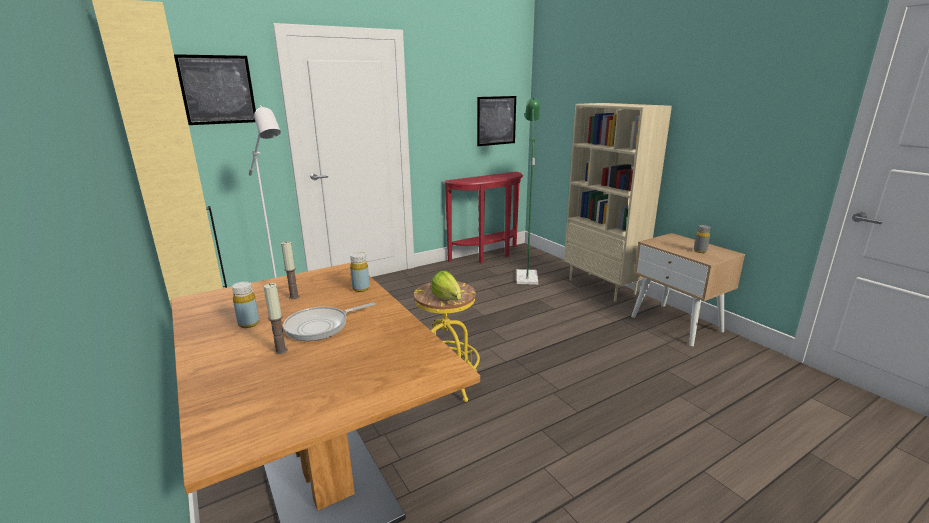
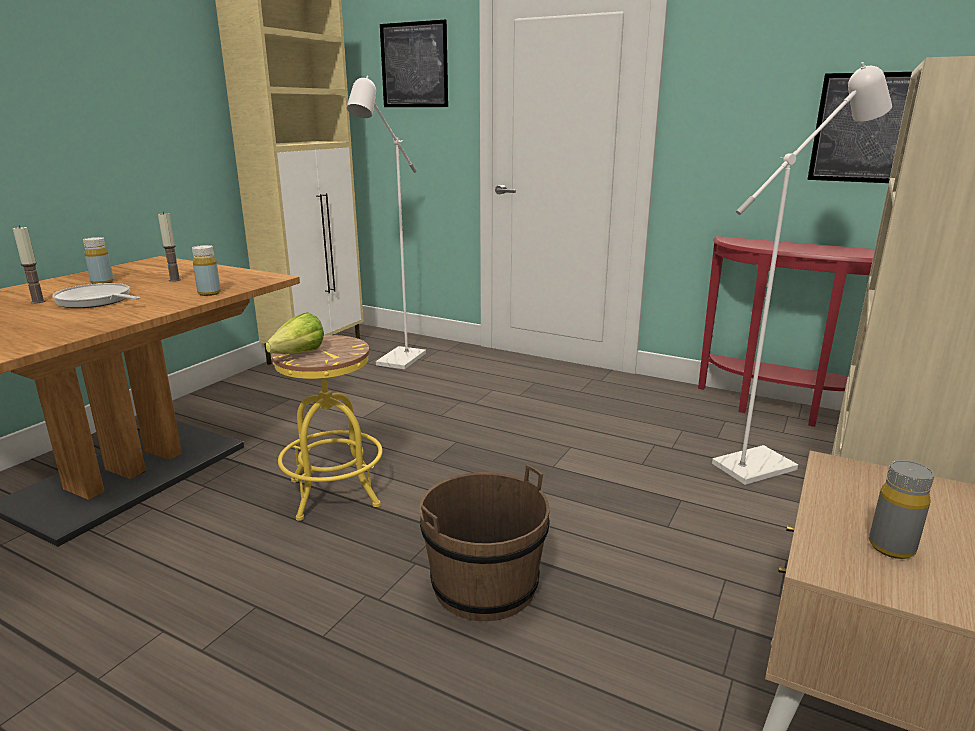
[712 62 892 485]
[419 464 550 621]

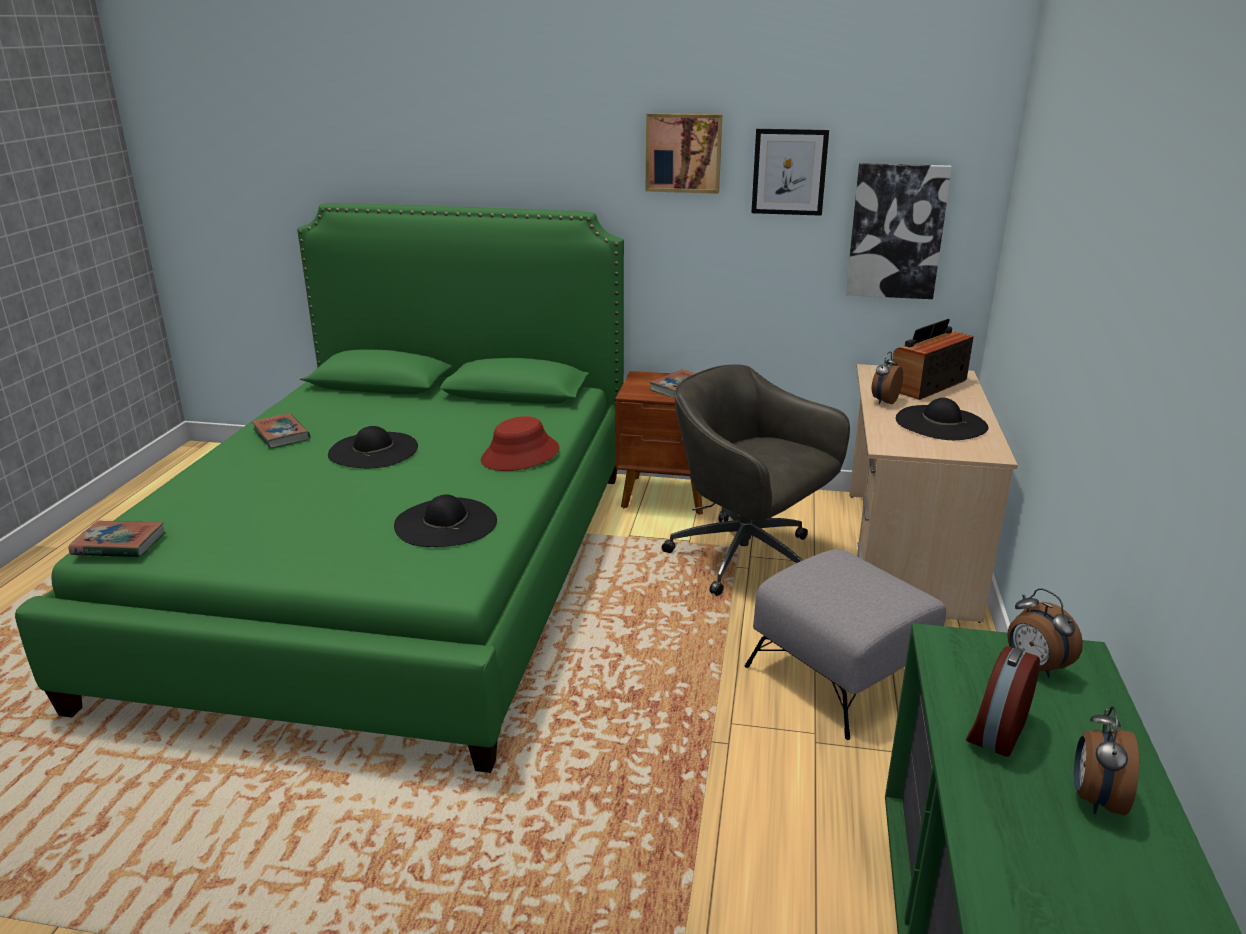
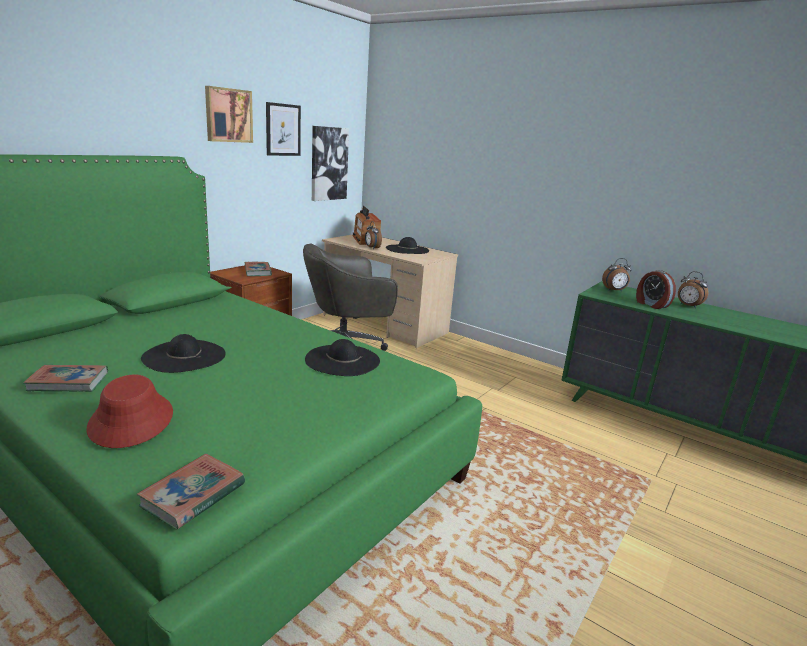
[86 375 173 448]
[745 549 946 740] (first image)

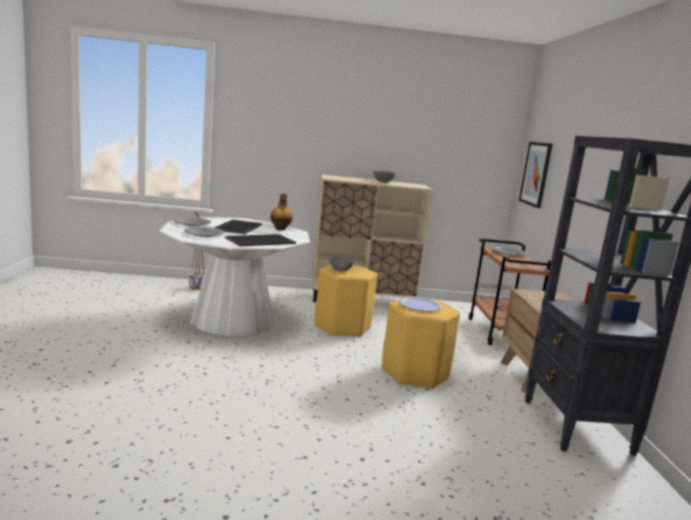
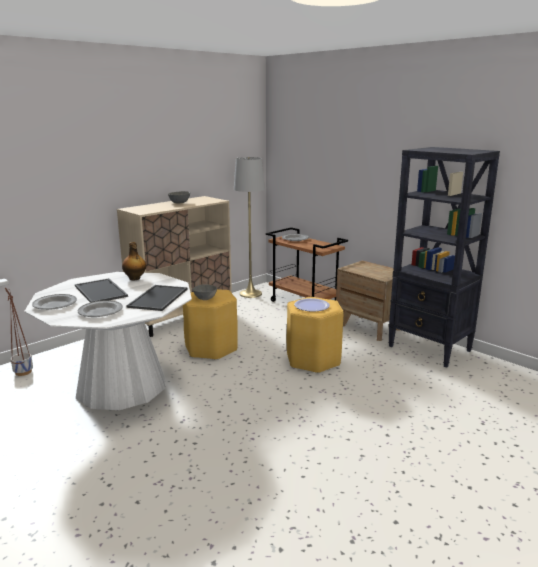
[519 142 553 208] (first image)
[234 157 265 298]

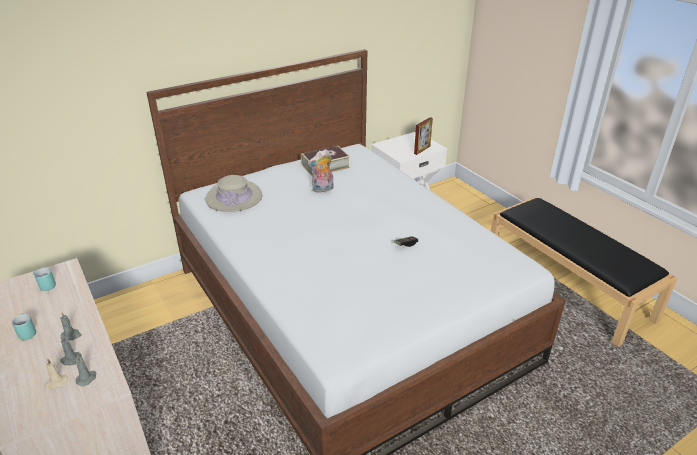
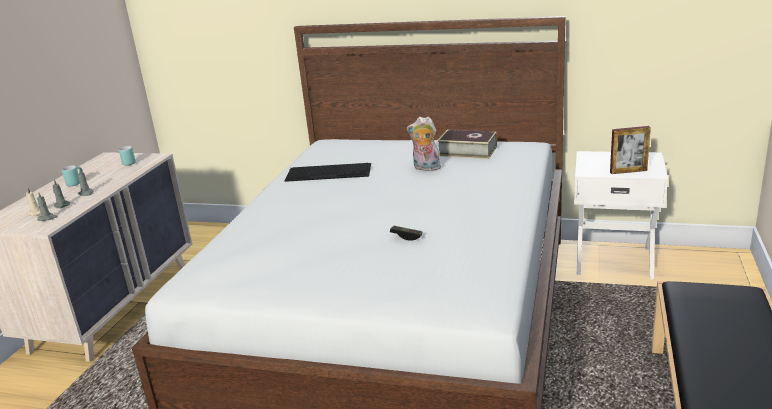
[205 175 262 212] (first image)
[285 163 371 182]

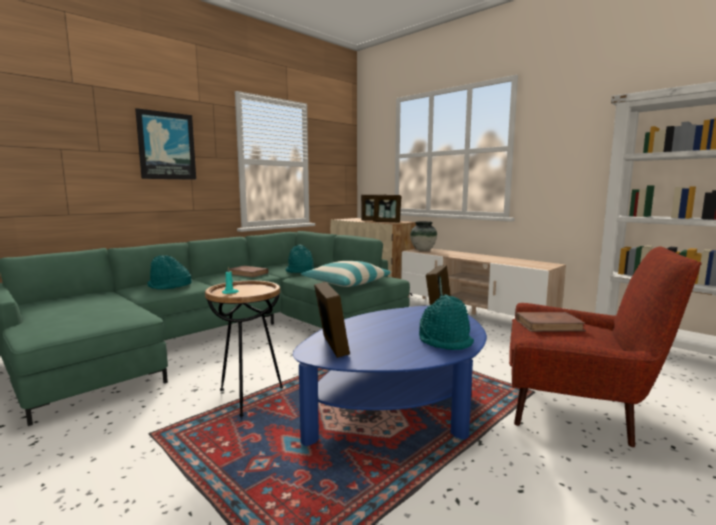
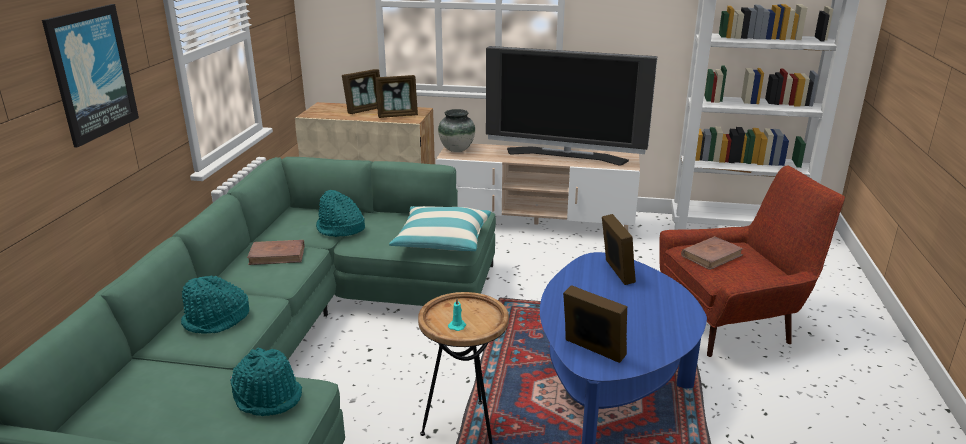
[230 348 302 416]
[486 46 657 166]

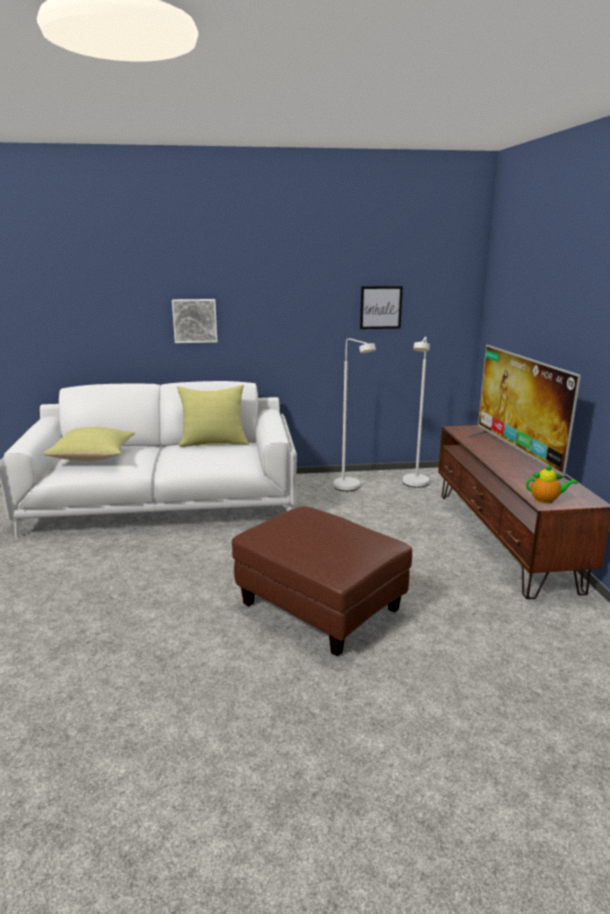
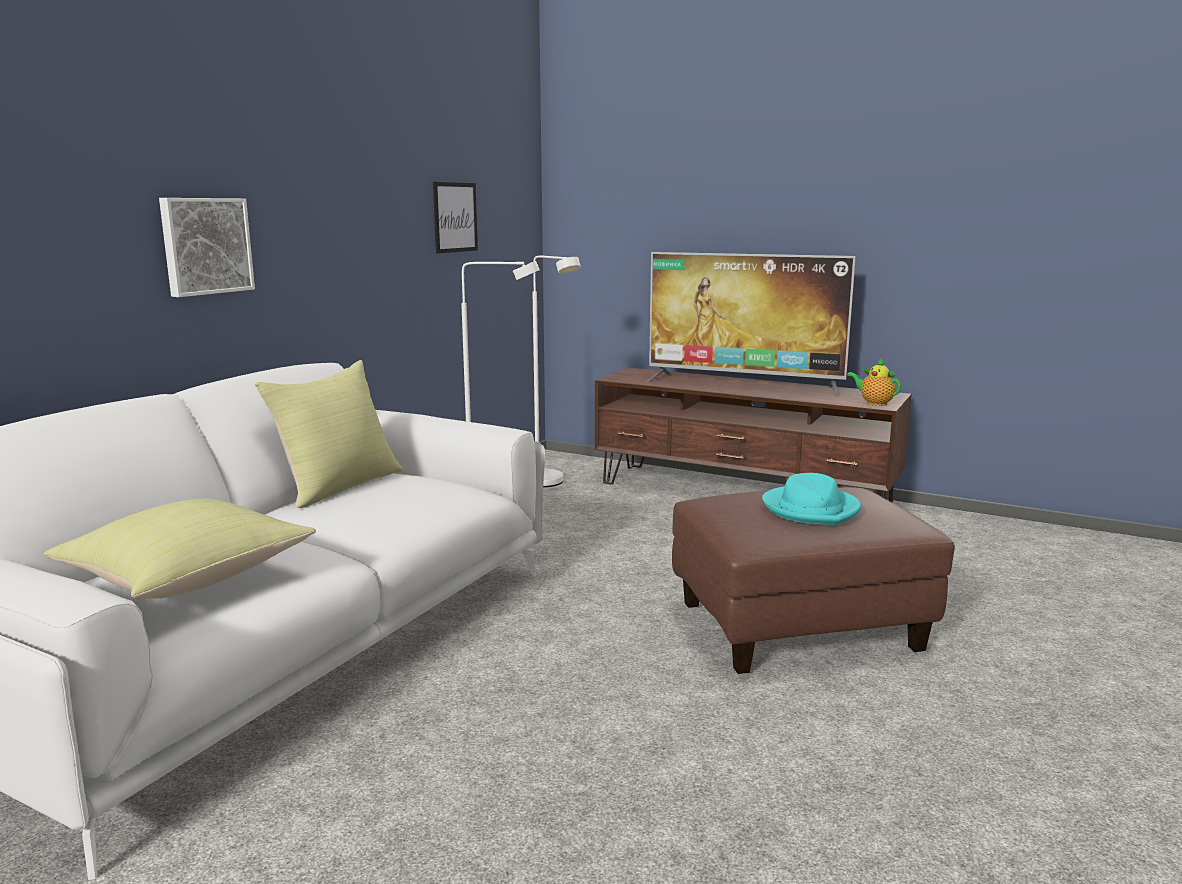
[847 358 901 406]
[762 473 861 525]

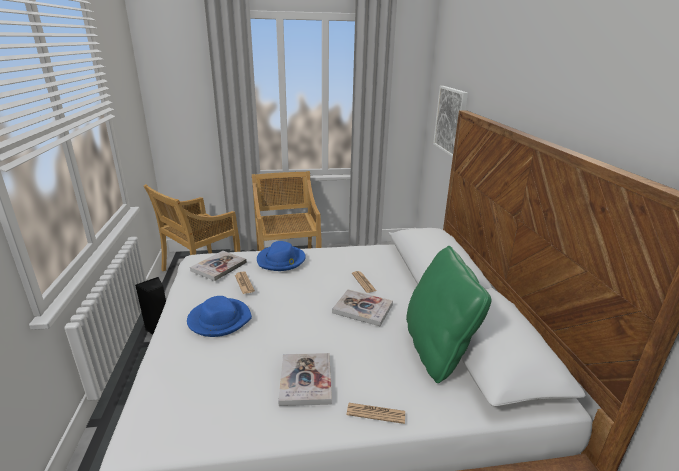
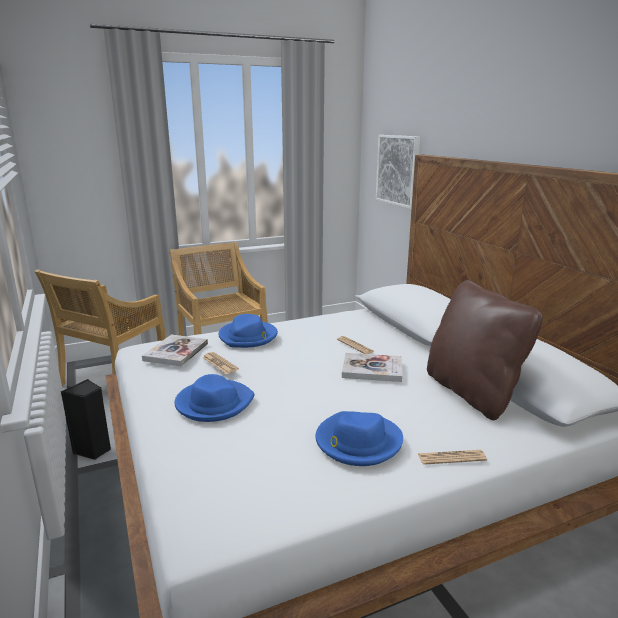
[427 280 543 420]
[316 411 403 466]

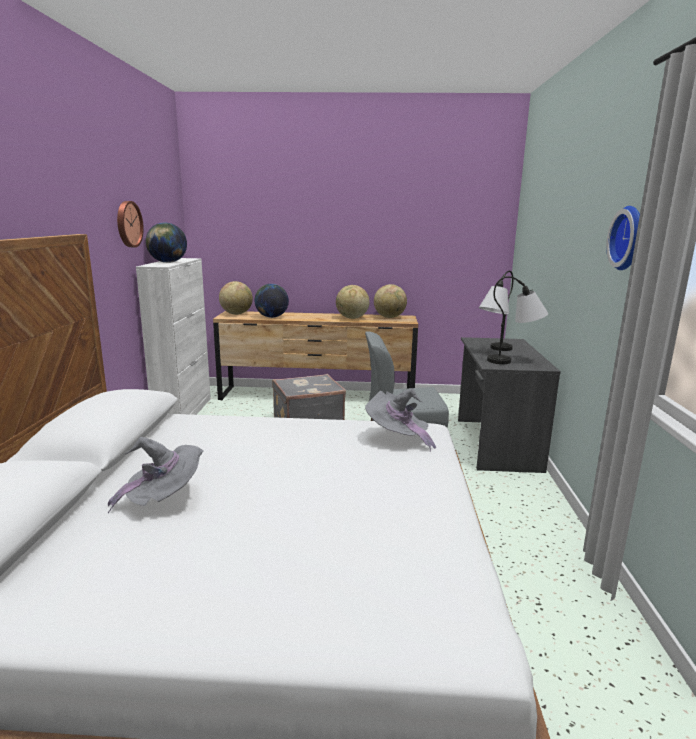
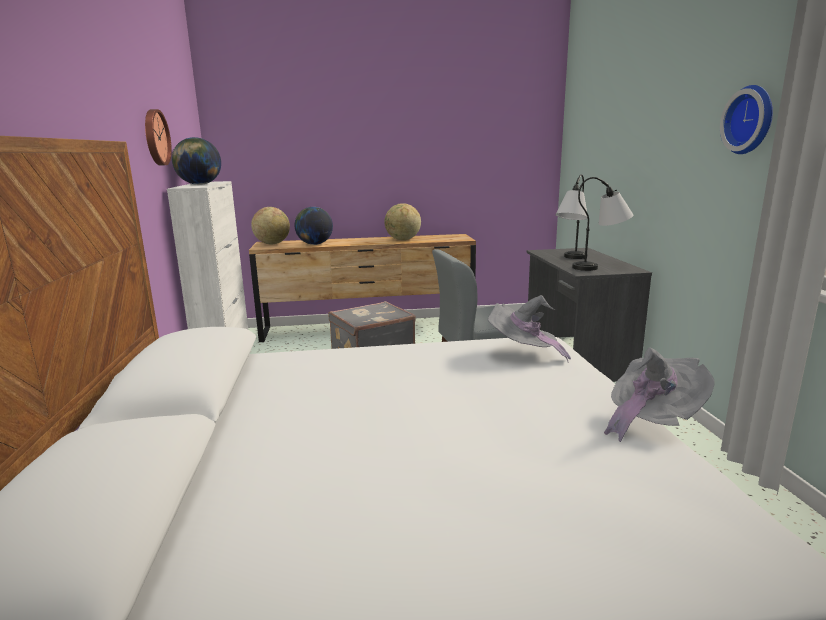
[374 284 407 318] (first image)
[604 348 715 442]

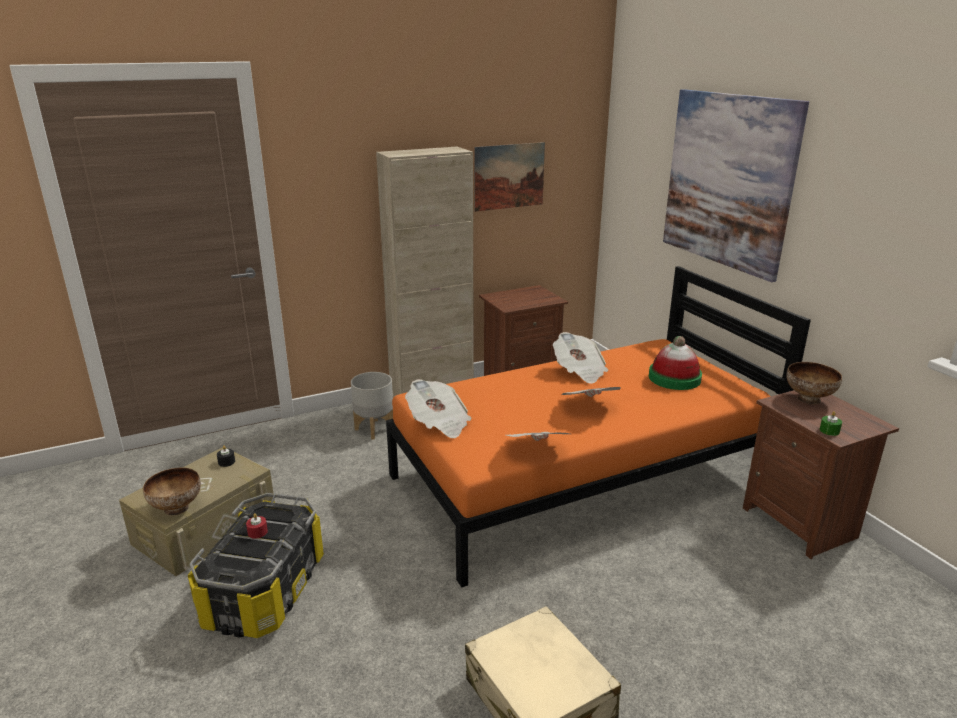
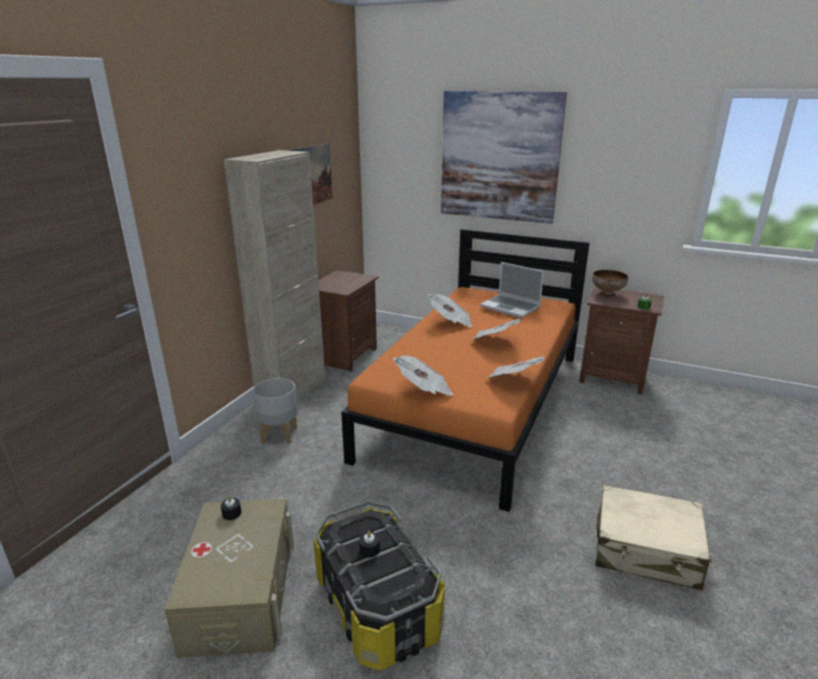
[480 262 544 318]
[143 467 201 516] (first image)
[359 531 380 558]

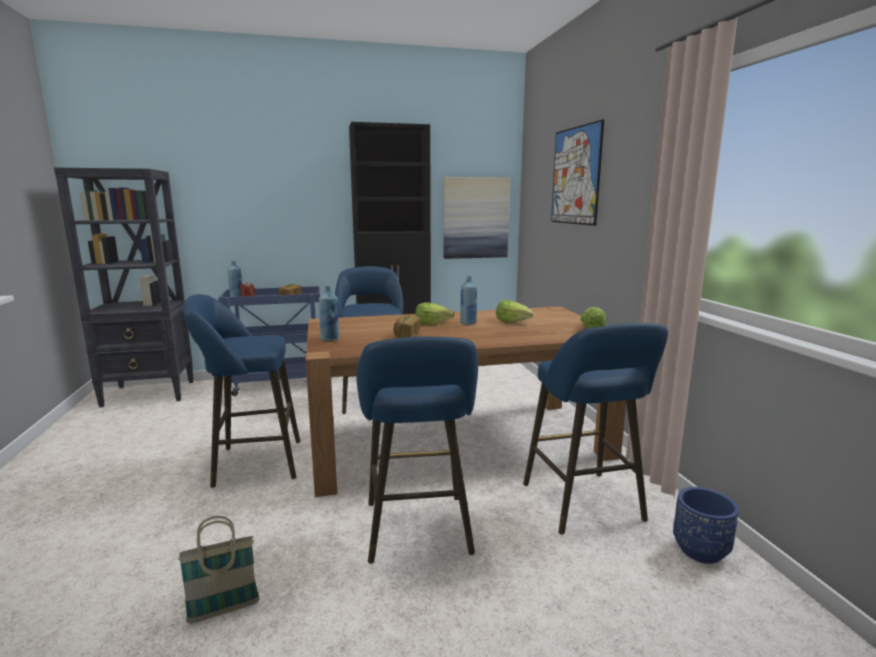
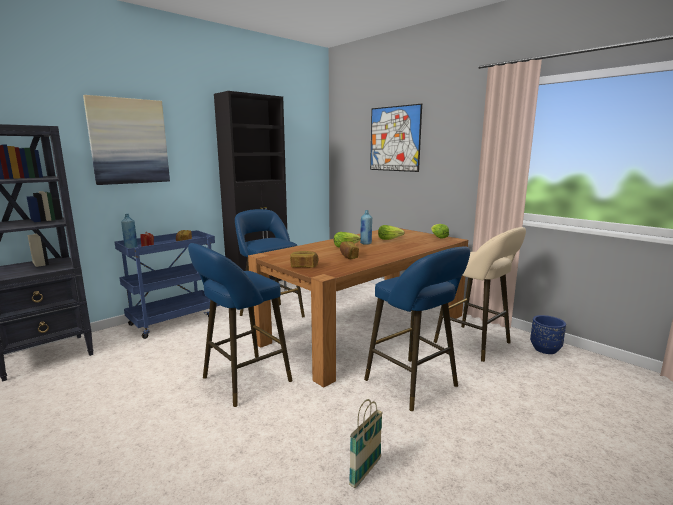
[83 95 170 185]
[290 251 319 268]
[434 227 526 362]

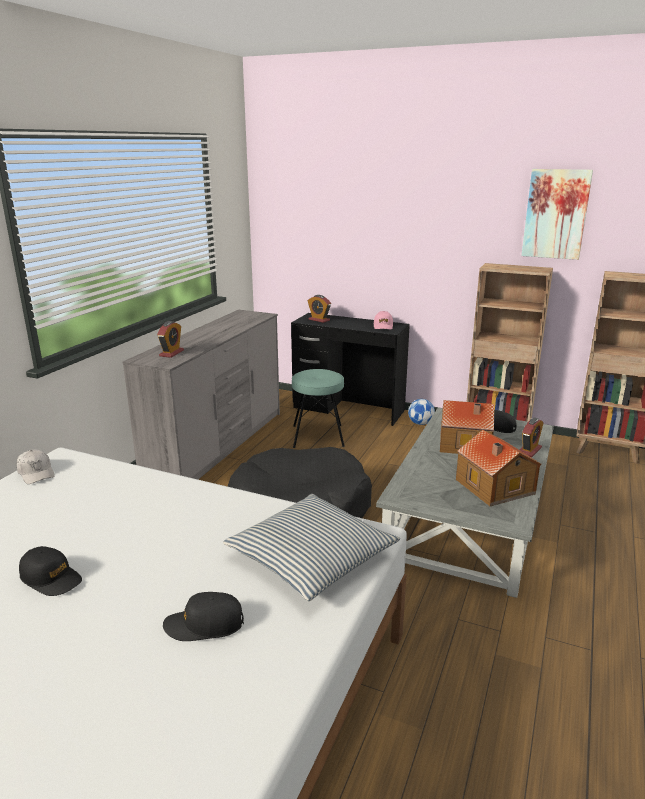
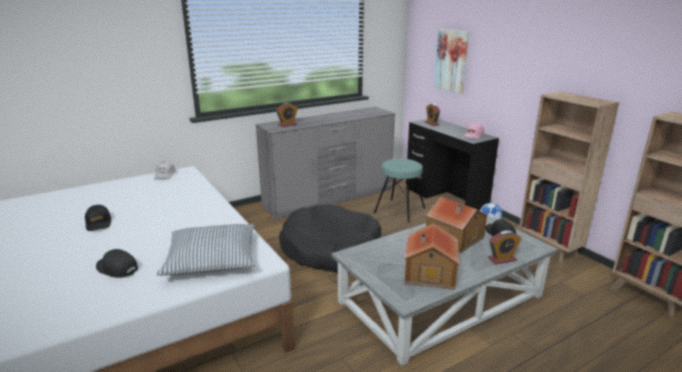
[434 29 469 94]

